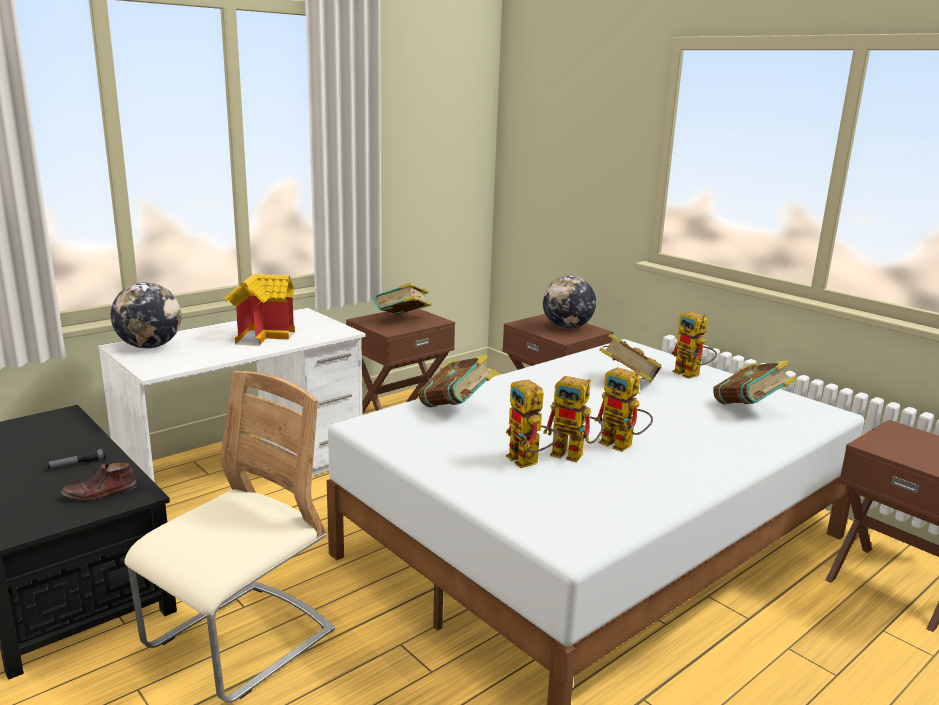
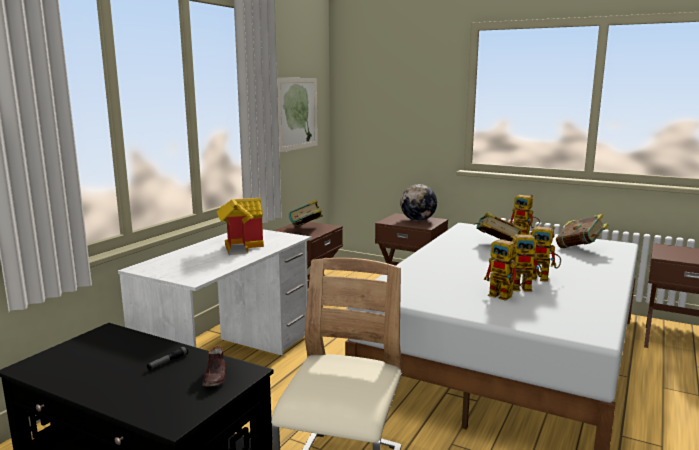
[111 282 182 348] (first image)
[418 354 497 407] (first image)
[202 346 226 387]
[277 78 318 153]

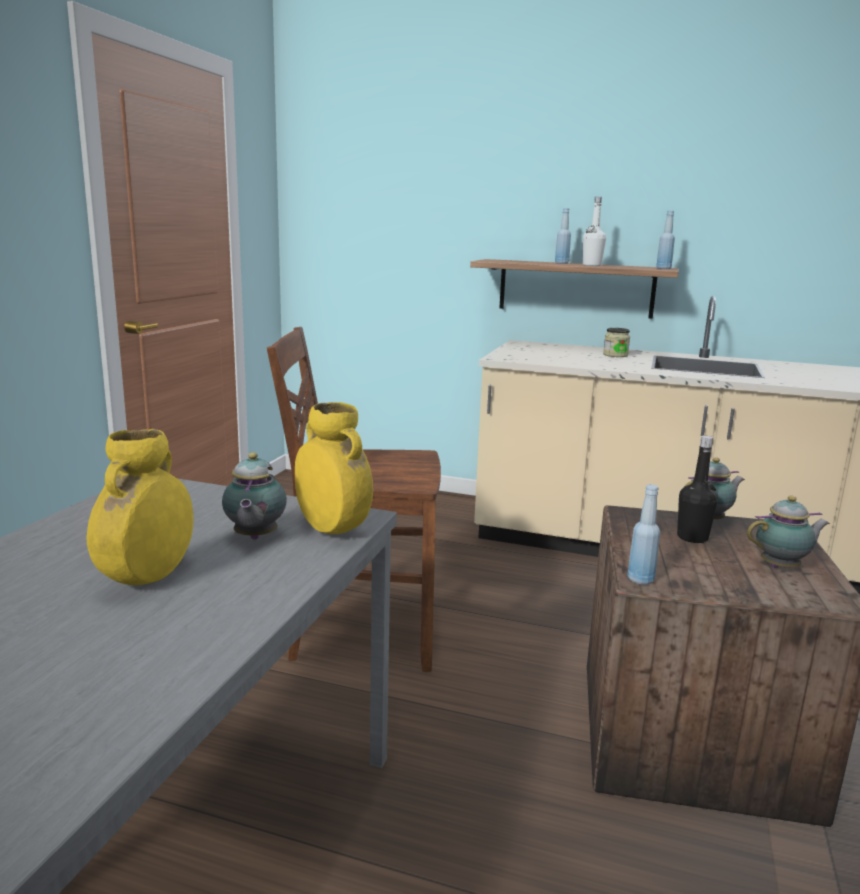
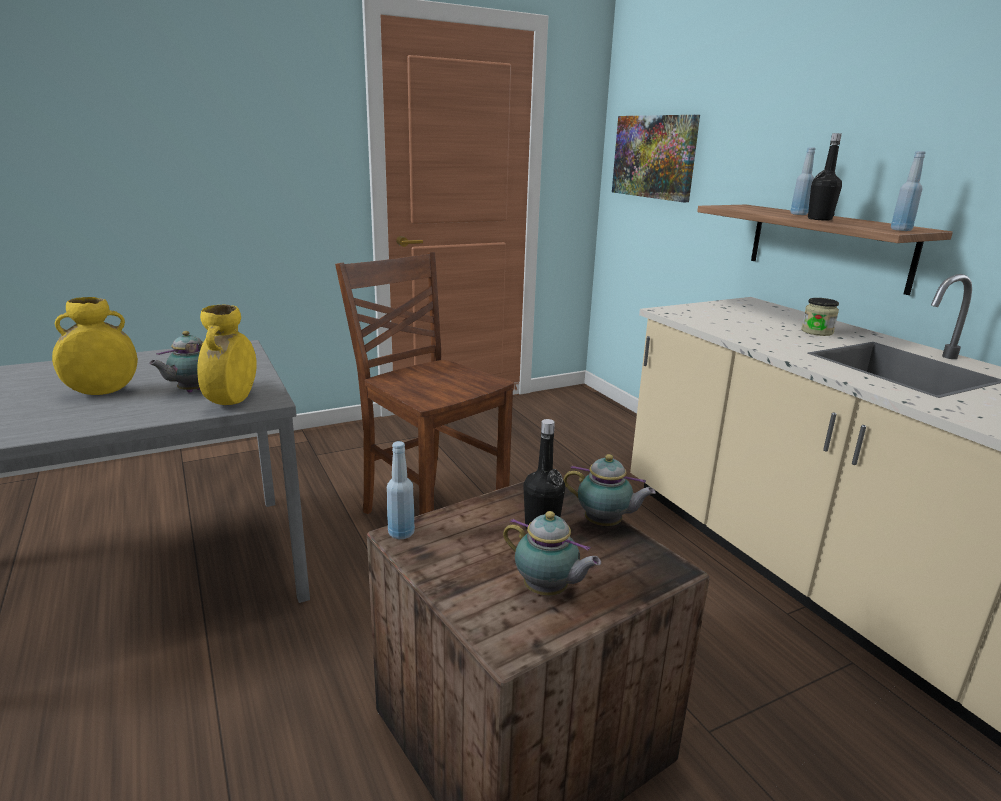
[808 133 842 221]
[612 115 700 202]

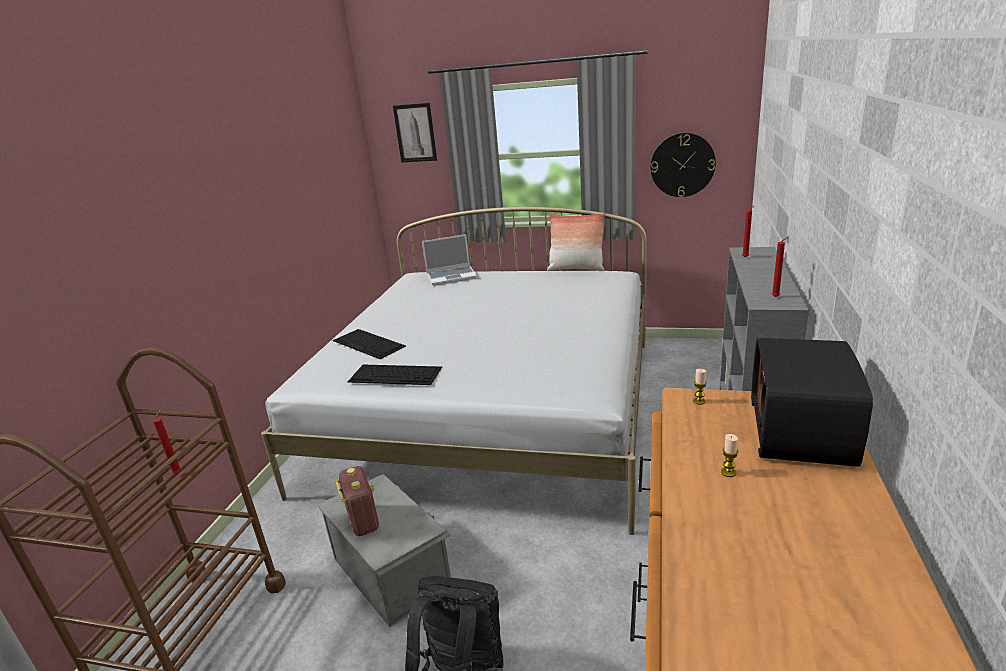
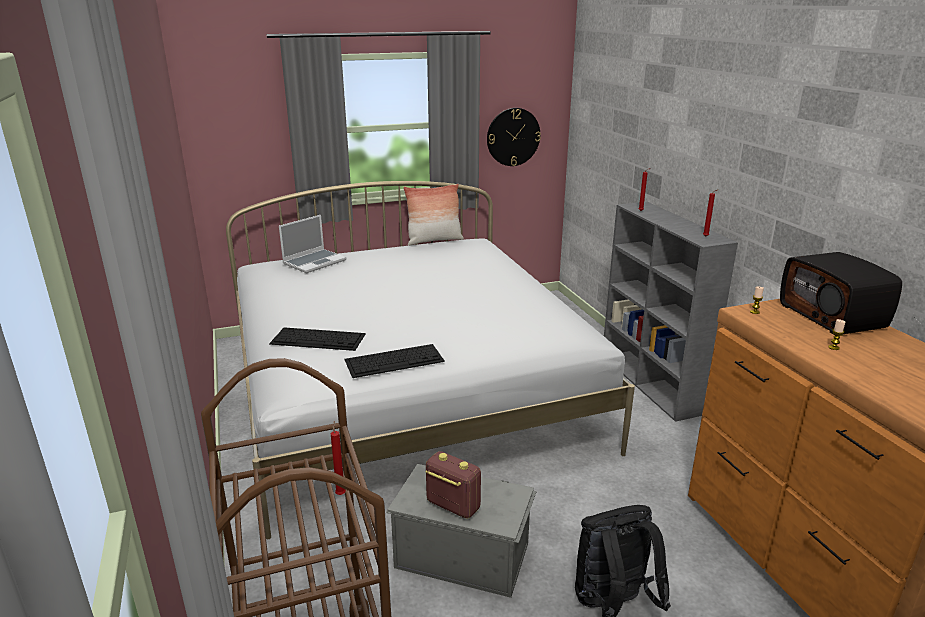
[393 103 437 163] (first image)

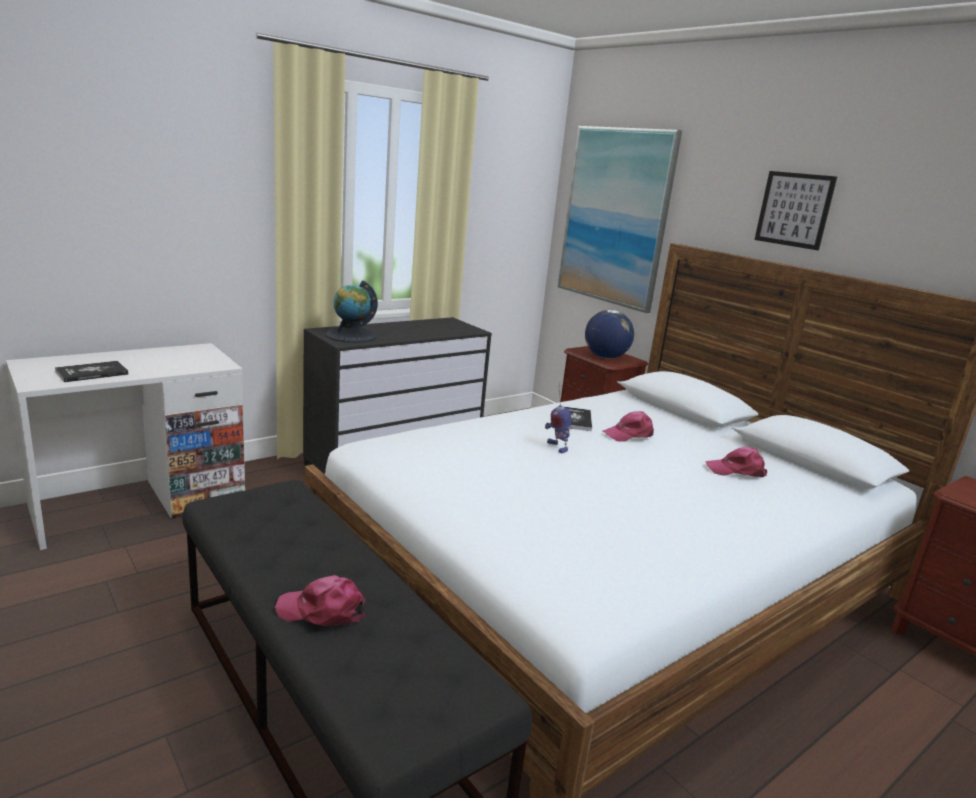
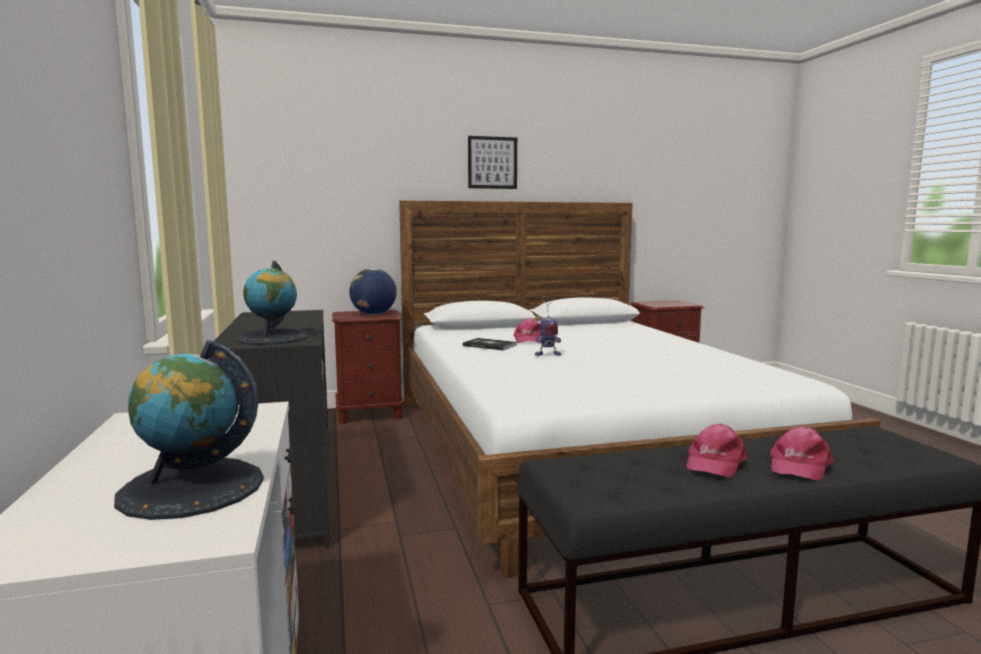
[558 126 682 313] (first image)
[114 340 264 520]
[687 423 748 478]

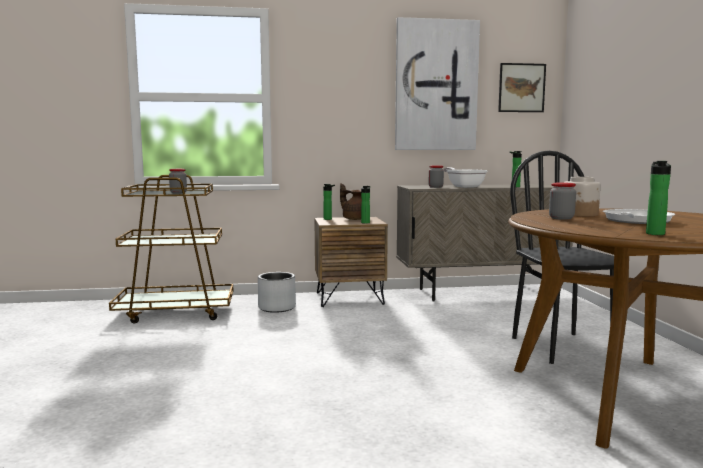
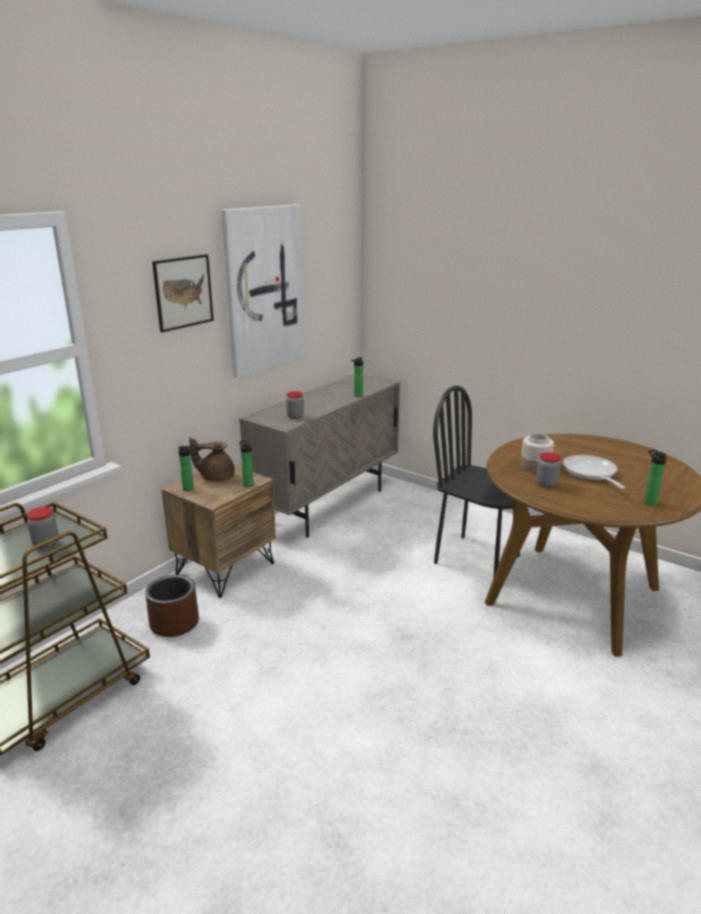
[152 254 214 333]
[444 167 488 188] (first image)
[145 575 199 637]

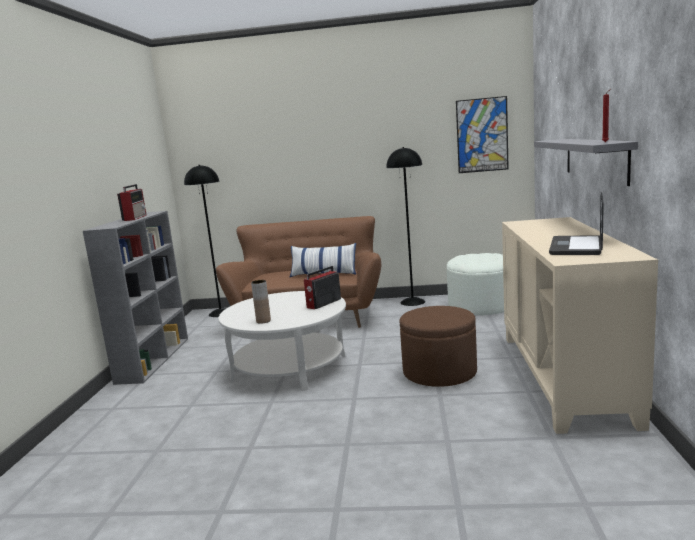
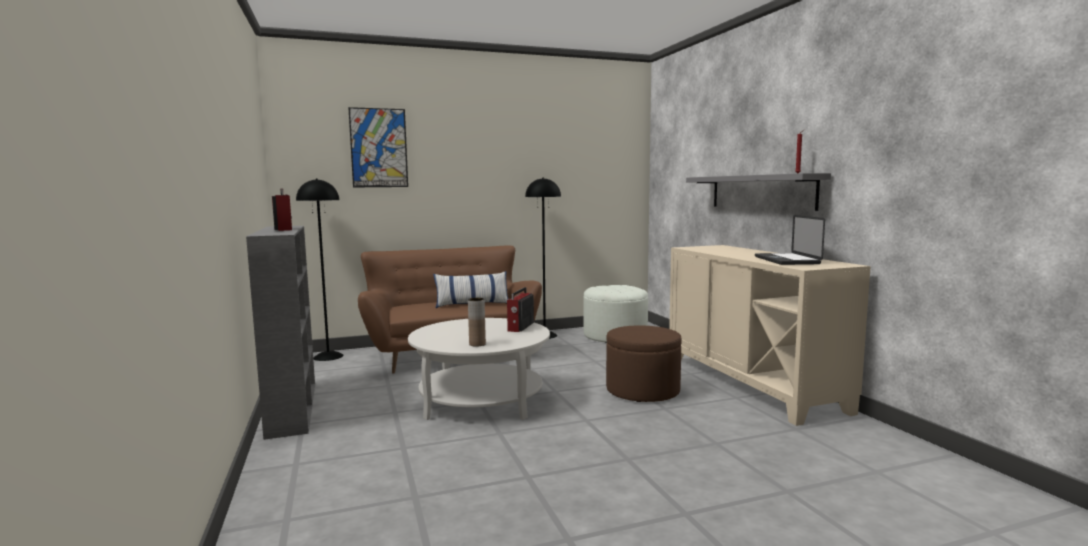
[348 107 408 187]

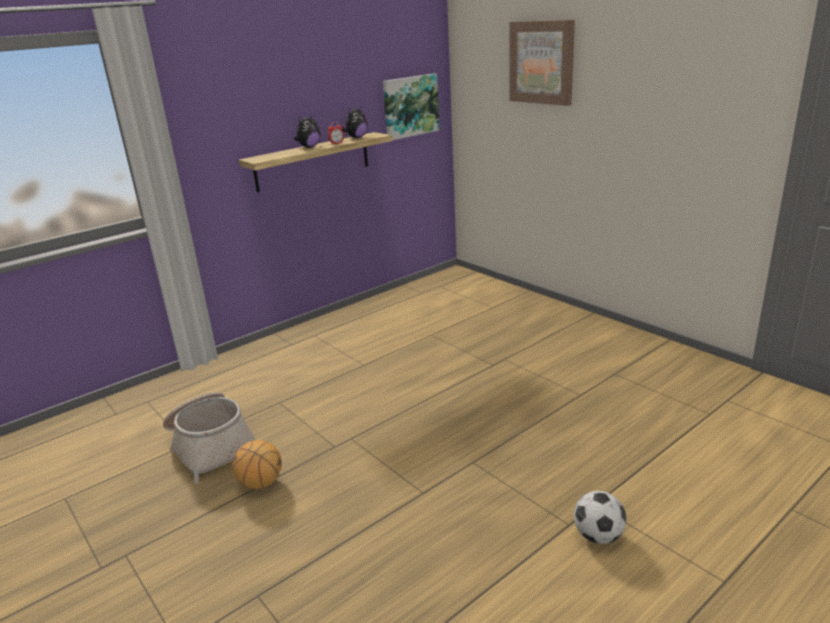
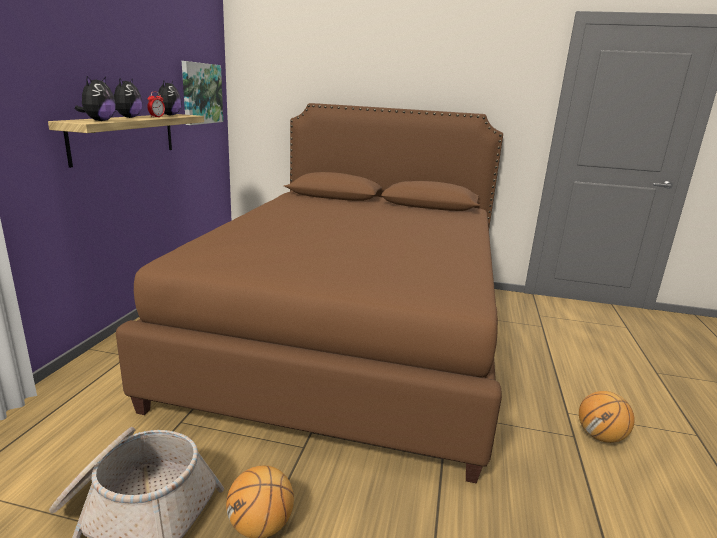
[510 20 575 106] (first image)
[579 391 635 443]
[75 76 116 121]
[116 103 503 484]

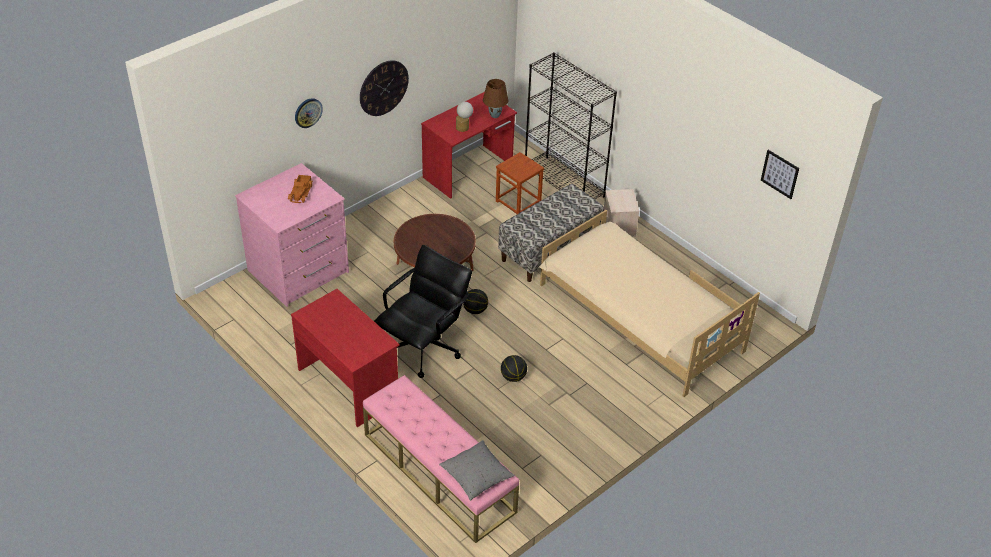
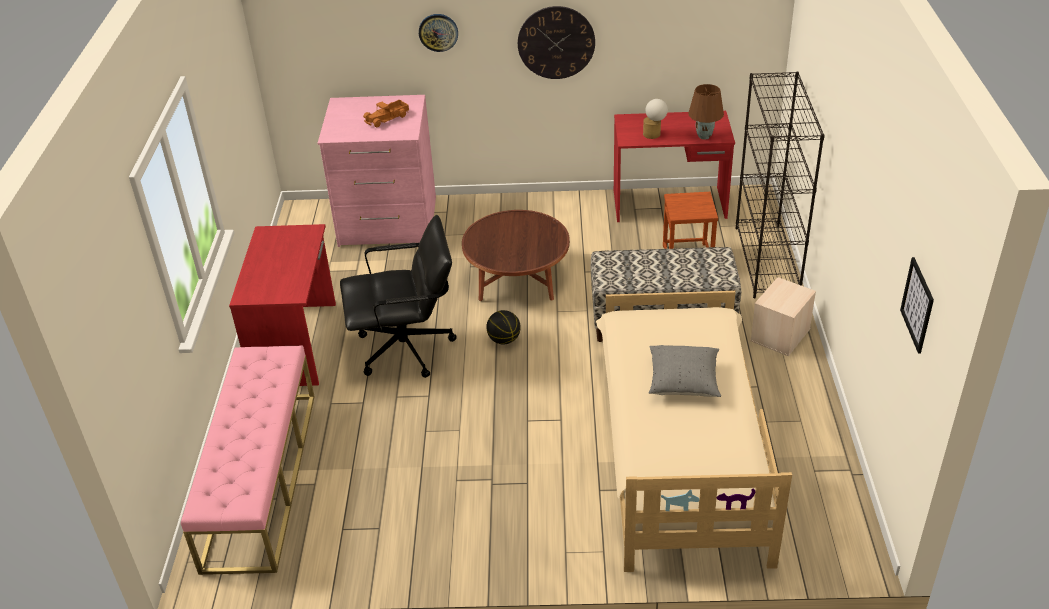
[501 355 527 382] (first image)
[649 345 721 397]

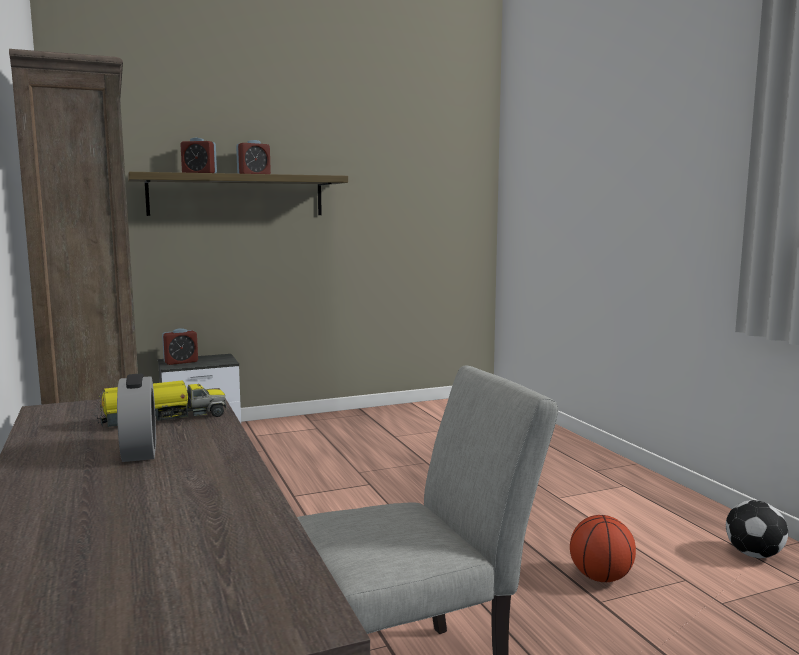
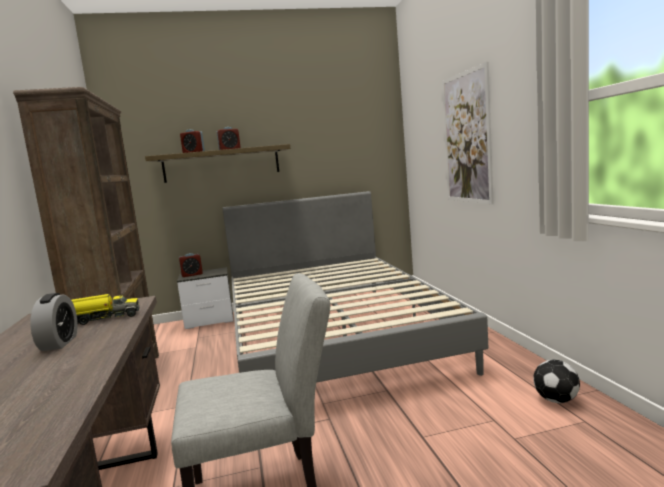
[570 515 636 582] (first image)
[442 62 494 204]
[223 191 488 383]

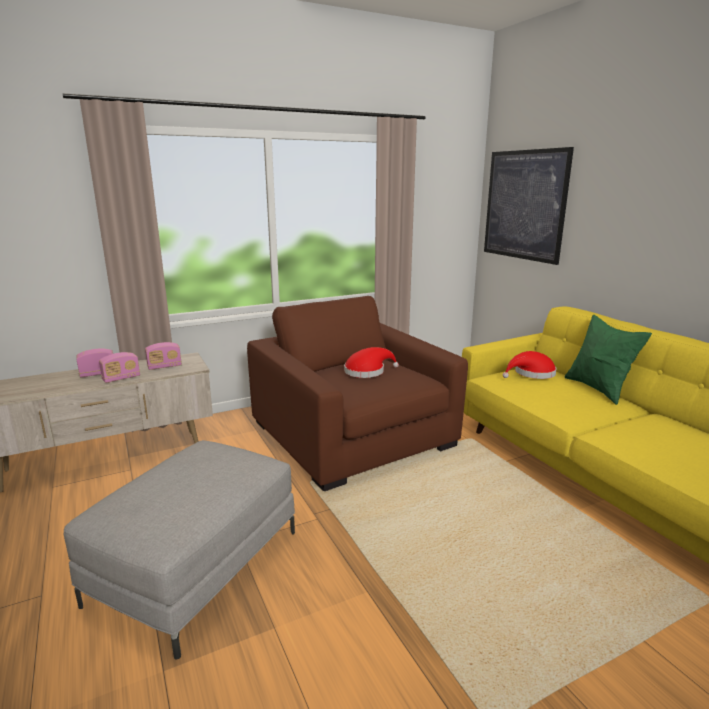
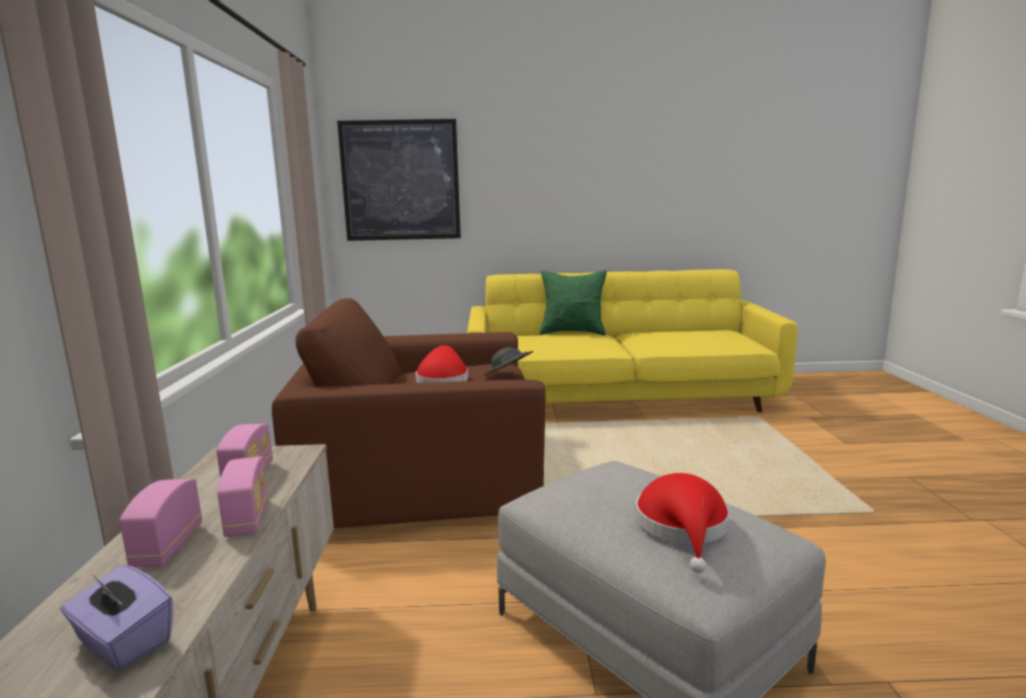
[636 473 730 573]
[484 347 533 376]
[60 566 173 671]

